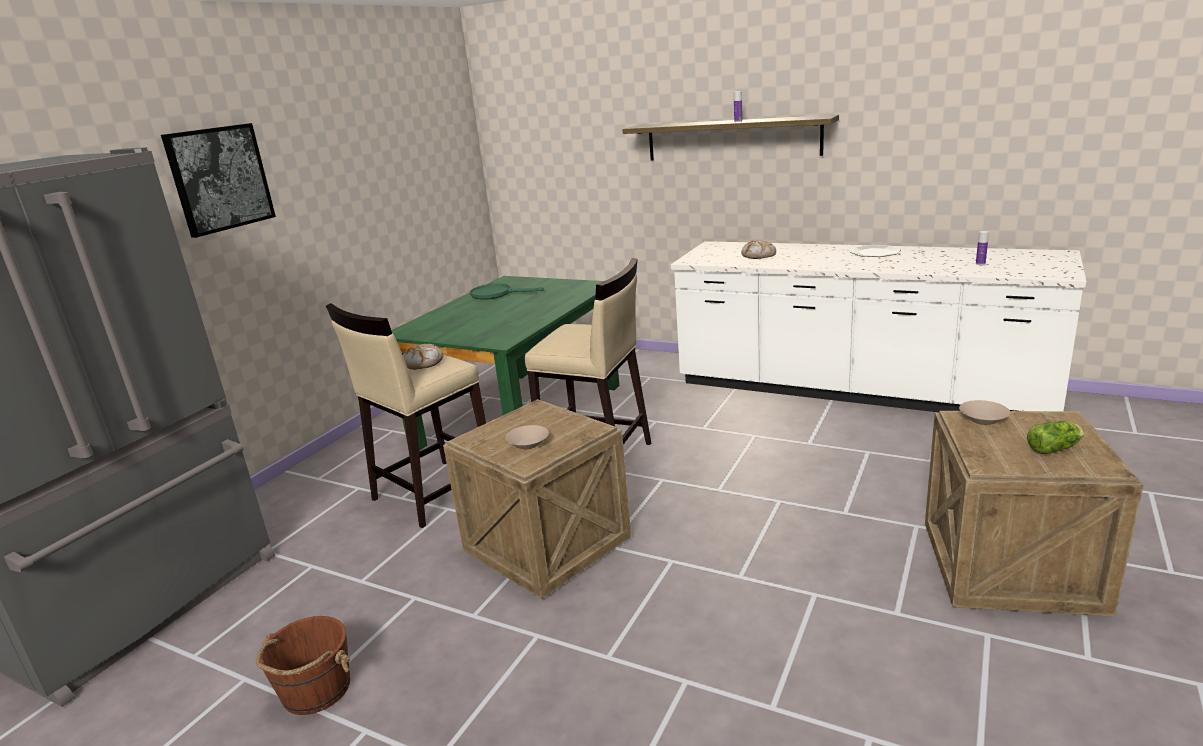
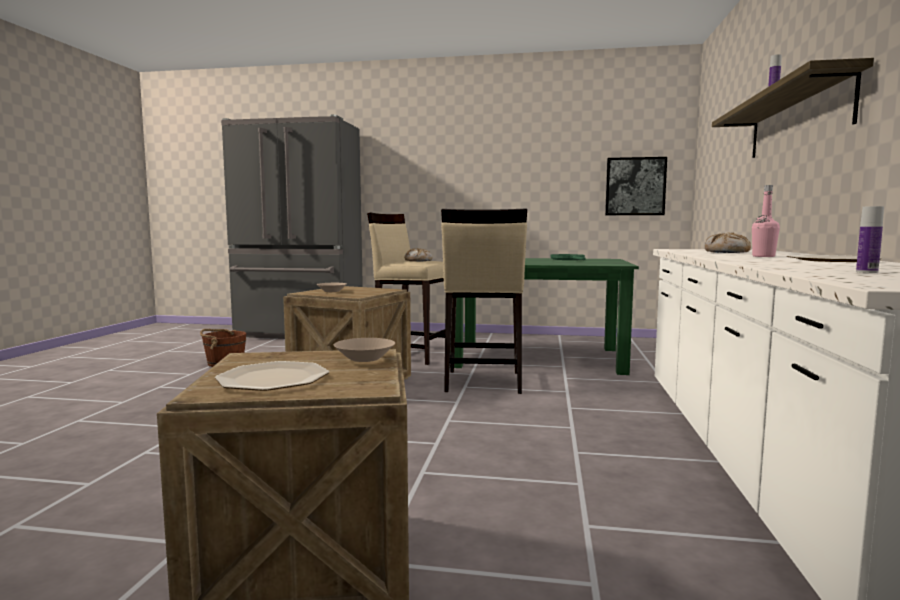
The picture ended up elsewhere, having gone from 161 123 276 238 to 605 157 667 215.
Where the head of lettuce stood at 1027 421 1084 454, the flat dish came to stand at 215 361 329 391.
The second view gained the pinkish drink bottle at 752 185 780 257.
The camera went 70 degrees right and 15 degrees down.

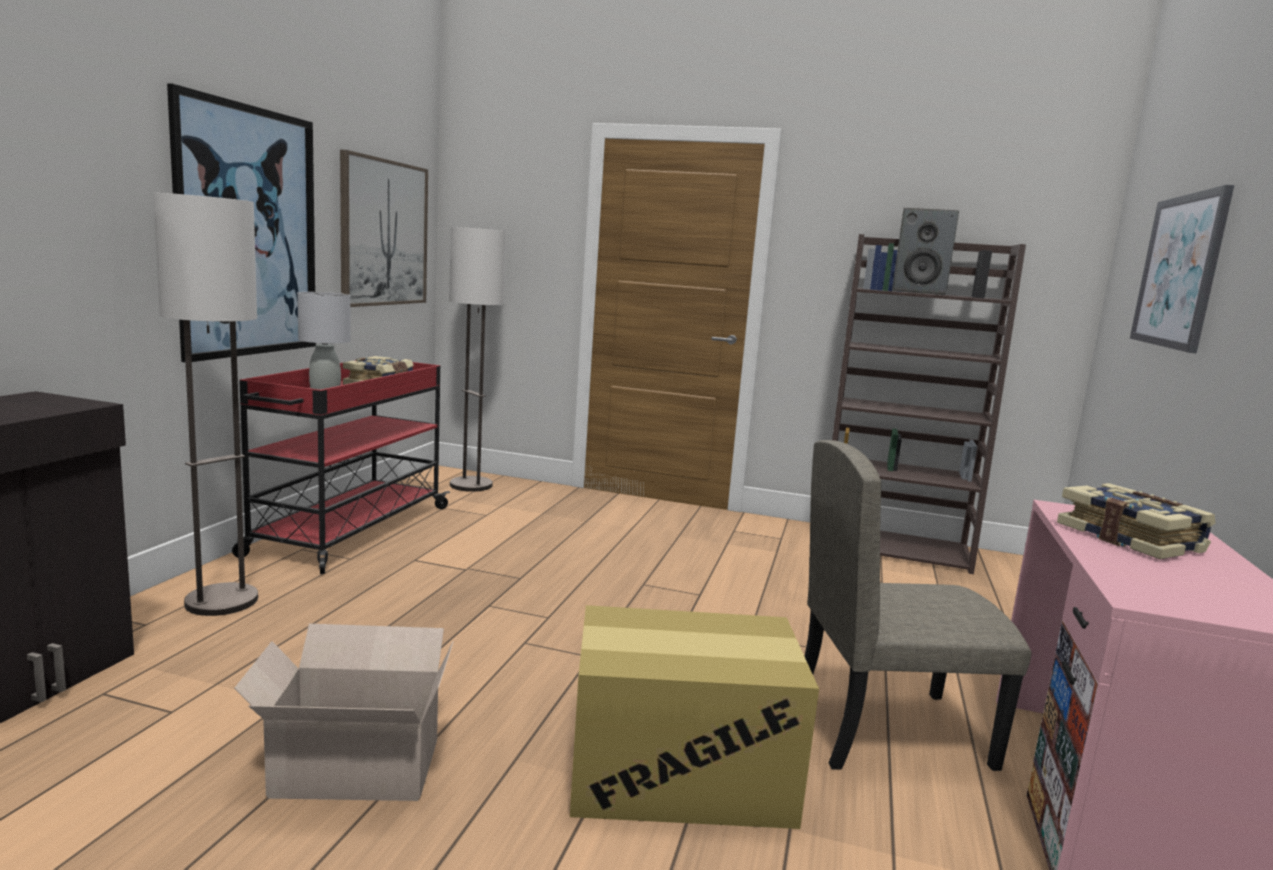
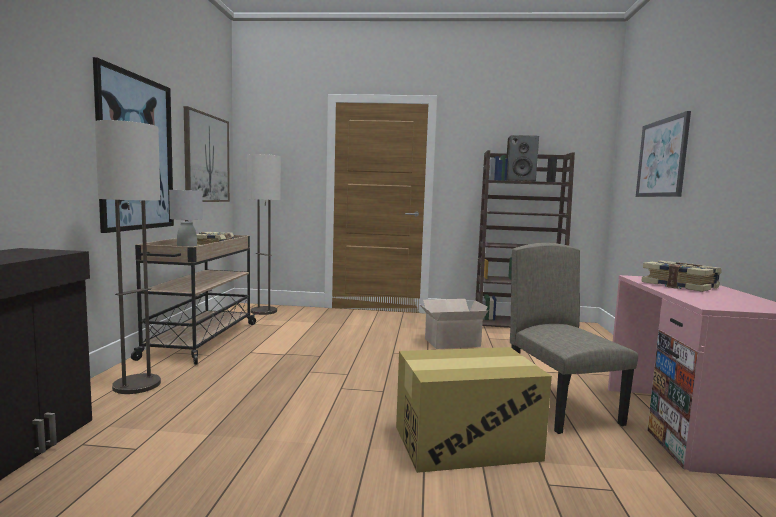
What was the red-coloured wheeled cart at 232 360 451 574 turned into the beige wheeled cart at 131 235 257 365.
The beige plain chair at 805 440 1031 771 ended up facing another way, 90 degrees clockwise from before.
The carton ended up elsewhere, having gone from 234 624 454 801 to 419 299 488 349.
The camera went 10 degrees left and 5 degrees down.

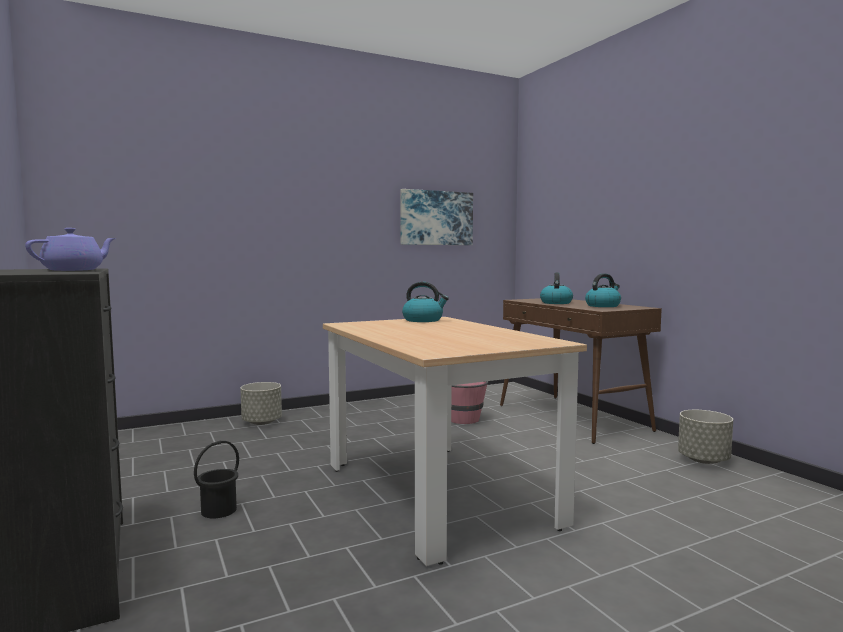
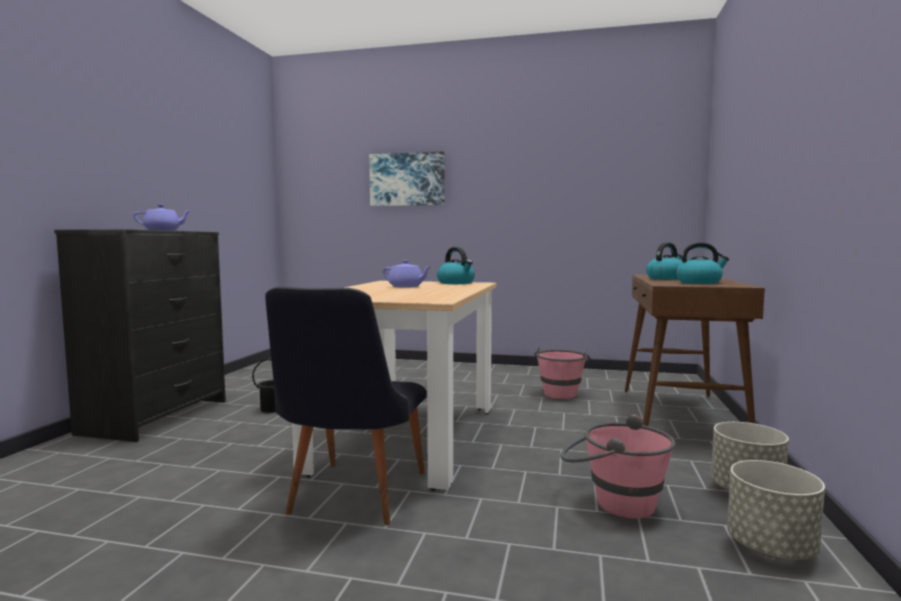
The picture ended up elsewhere, having gone from 400 189 473 245 to 369 151 444 206.
The greyish plant pot ended up elsewhere, having gone from 240 382 282 425 to 727 460 825 560.
The second view gained the purple tea pot at 383 260 432 288.
The second view gained the black-coloured plain chair at 265 287 426 525.
The second view gained the pinkish pail at 560 414 676 519.
The camera went 40 degrees right and 0 degrees up.

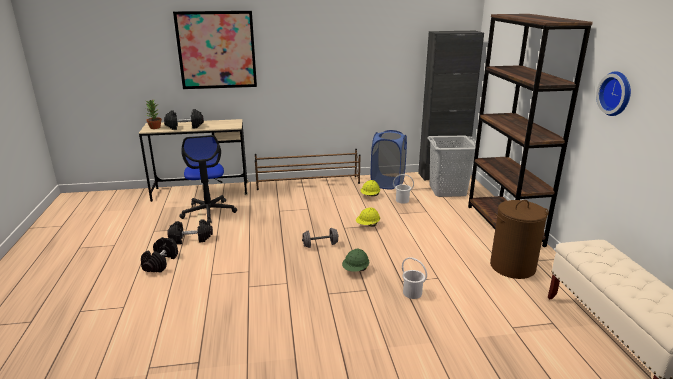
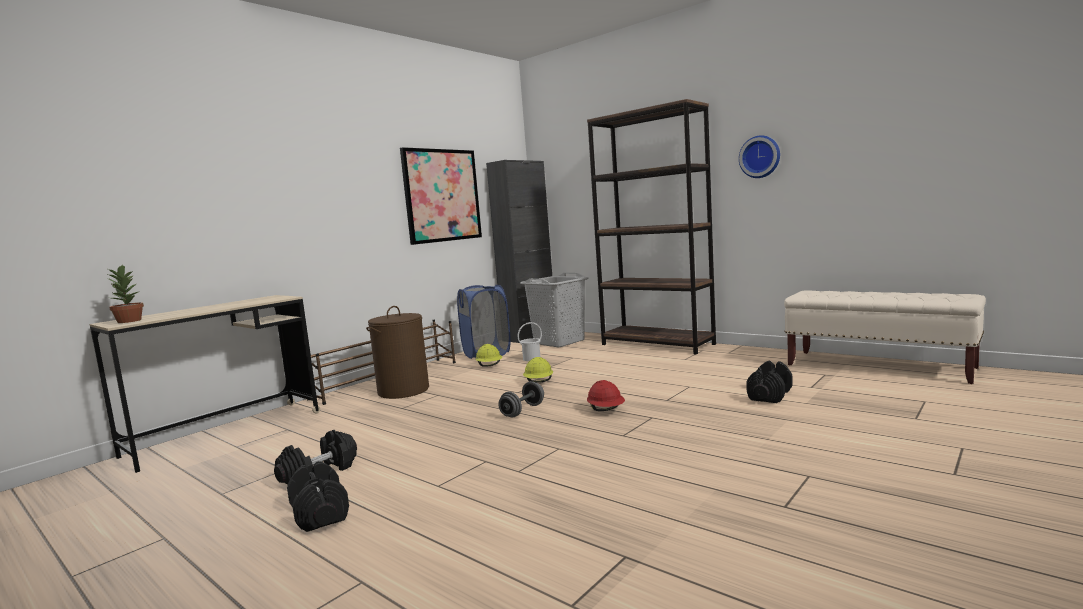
The picture ended up elsewhere, having gone from 173 11 257 89 to 400 147 482 245.
The black-coloured dumbbell ended up elsewhere, having gone from 164 109 204 130 to 746 361 793 403.
The second view lost the desk chair at 179 135 237 223.
The brown-coloured hamper ended up elsewhere, having gone from 490 200 549 279 to 366 306 429 399.
What was the green-coloured hard hat at 342 249 369 272 turned into the red-coloured hard hat at 587 380 625 411.
The second view lost the white pail at 402 257 427 299.
The camera went 40 degrees left and 15 degrees down.

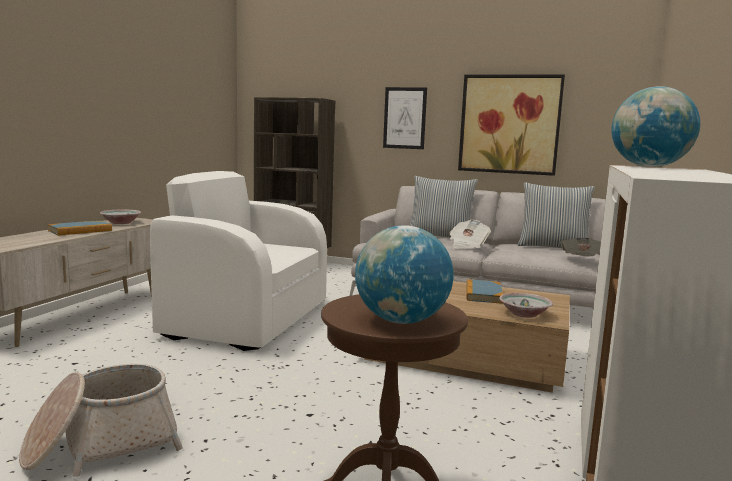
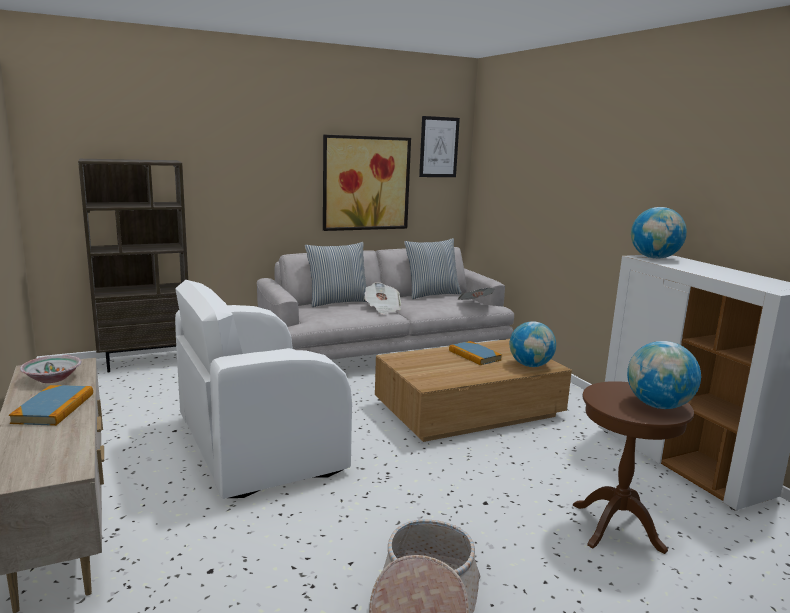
The picture ended up elsewhere, having gone from 383 87 427 149 to 419 116 460 177.
Where the serving bowl stood at 499 293 553 318, the desk globe came to stand at 510 321 556 367.
The camera went 45 degrees left and 5 degrees up.

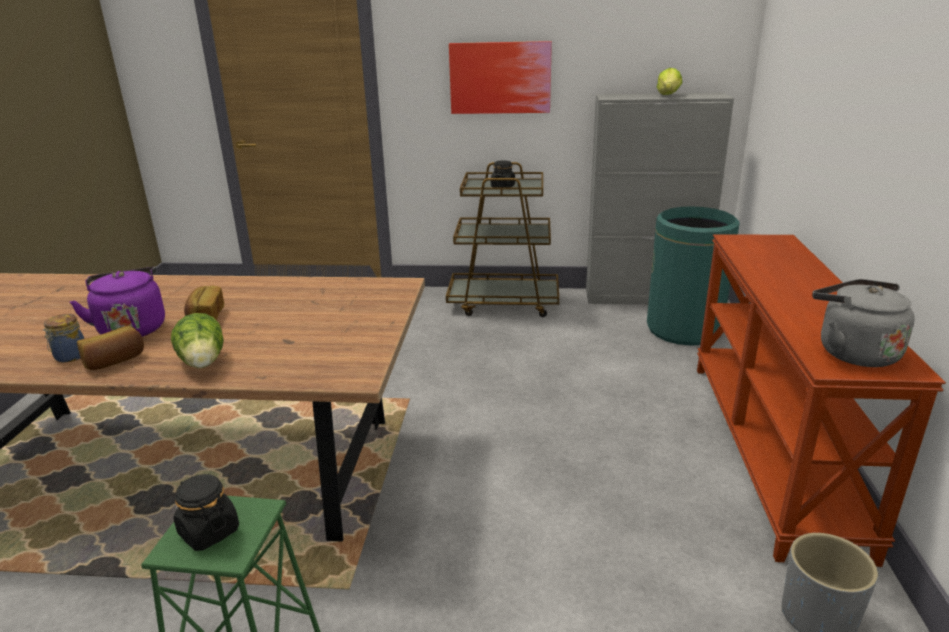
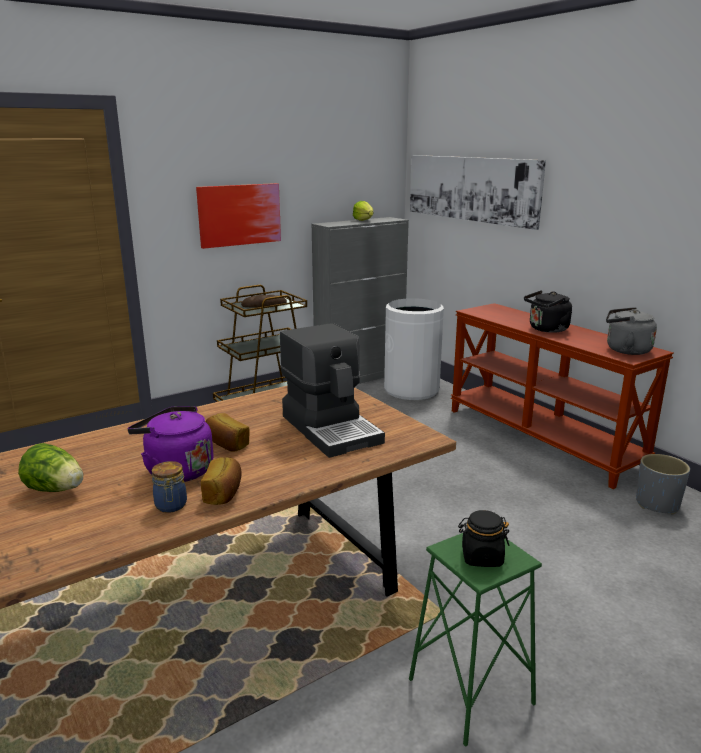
Where the black-coloured storage jar stood at 491 160 515 188, the bread came to stand at 241 295 287 308.
What was the green-coloured trash can at 647 206 740 346 turned into the white trash can at 384 298 444 400.
The head of lettuce ended up elsewhere, having gone from 171 313 224 368 to 18 443 83 492.
The second view gained the picture at 410 155 546 230.
The second view gained the black-coloured tea kettle at 524 290 572 333.
The second view gained the coffee machine at 280 323 385 458.
The camera went 40 degrees left and 5 degrees down.

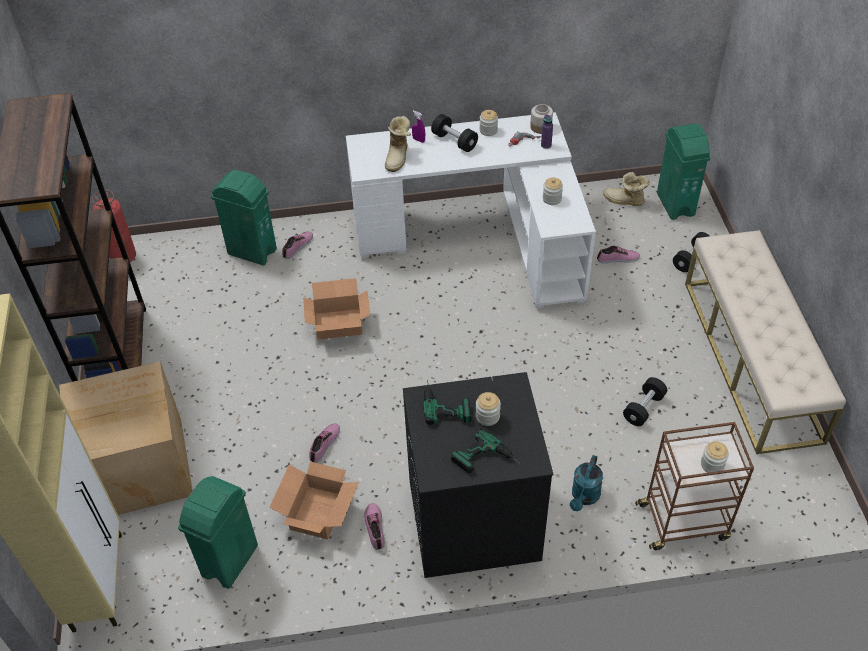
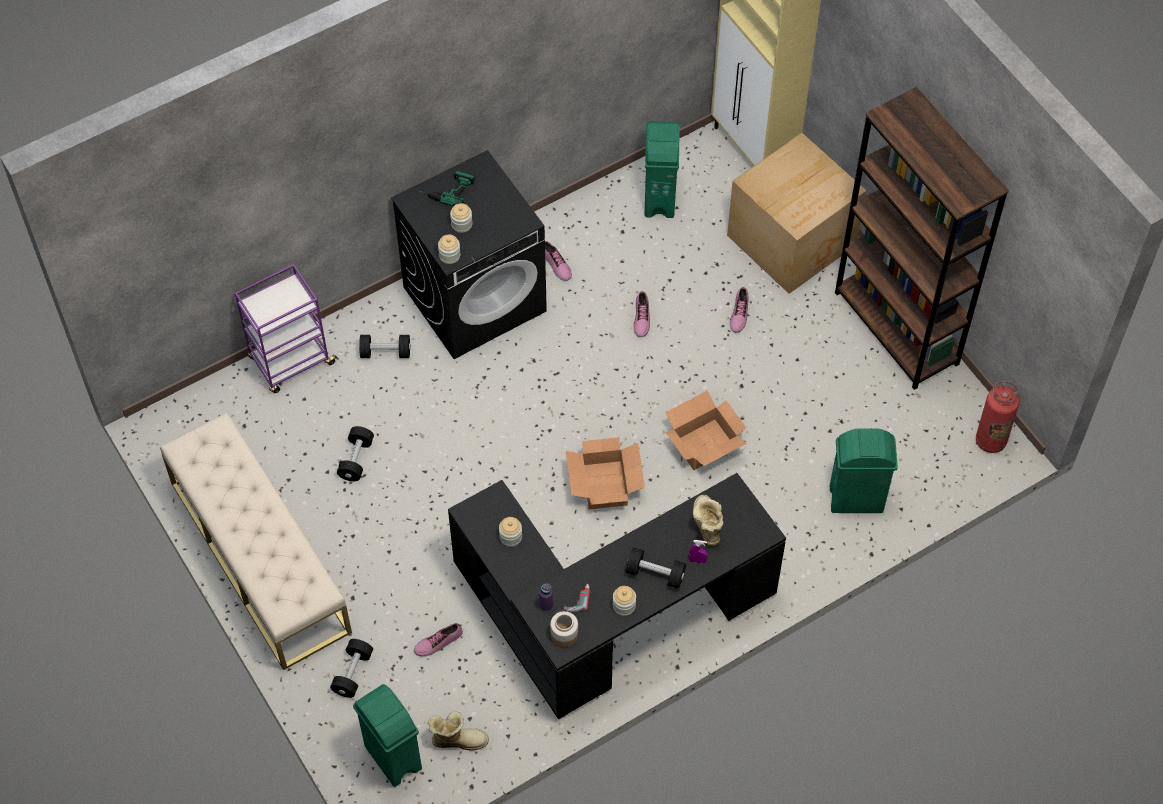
What was the white desk table at 346 112 596 309 turned into the black-coloured desk table at 448 473 786 719.
The shoe ended up elsewhere, having gone from 282 231 313 259 to 730 287 749 333.
The second view lost the drill at 423 380 471 425.
What was the brown-coloured wheeled cart at 635 422 754 550 turned into the purple wheeled cart at 235 264 338 393.
The storage jar ended up elsewhere, having gone from 701 441 729 473 to 438 235 460 264.
Where the blue-green watering can stood at 570 455 603 511, the black-coloured dumbbell came to stand at 359 335 411 358.
The carton ended up elsewhere, having gone from 269 462 359 539 to 566 437 645 509.
The camera went 155 degrees right and 10 degrees up.

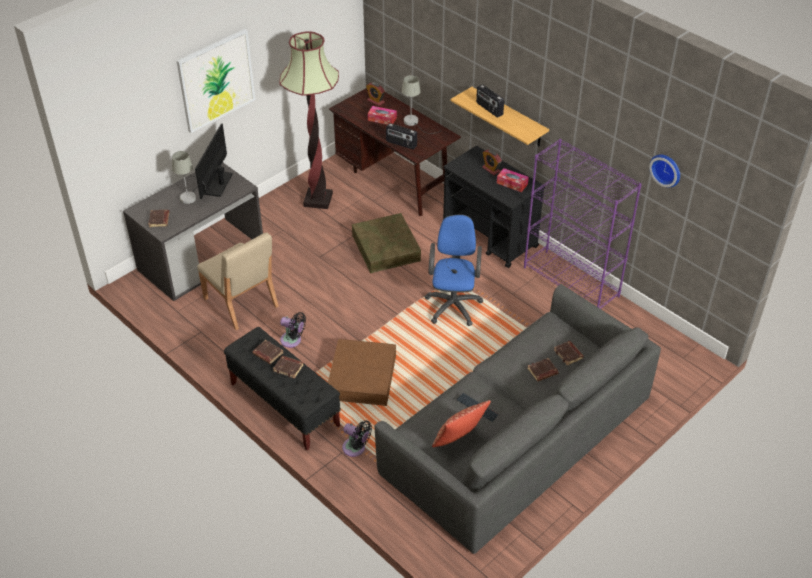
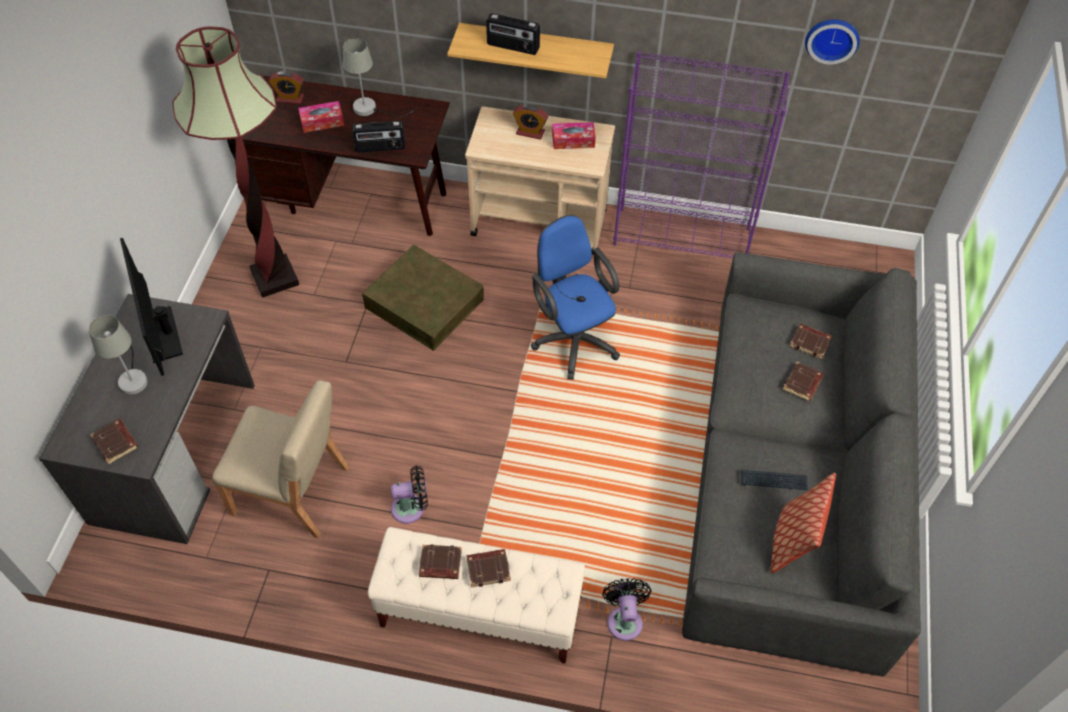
The second view lost the picture at 177 29 255 133.
What was the black-coloured wheeled cart at 443 146 545 268 turned into the beige wheeled cart at 465 107 615 254.
What was the black-coloured long seat at 224 327 341 450 turned into the beige long seat at 368 527 585 663.
The second view lost the brown-coloured storage bin at 328 339 396 406.
The black-coloured cooling fan at 342 420 372 457 ended up facing another way, 90 degrees counterclockwise from before.
The camera went 35 degrees left and 10 degrees up.

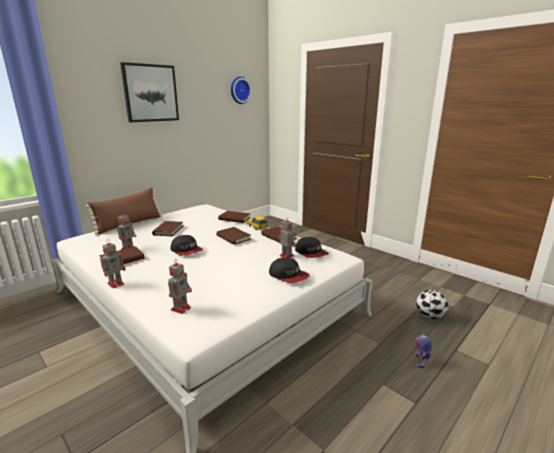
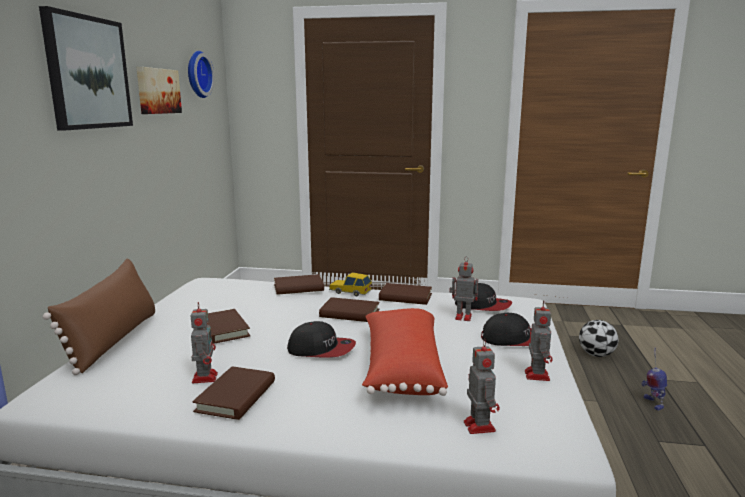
The robot figure ended up elsewhere, having gone from 100 239 125 288 to 525 300 553 381.
The second view gained the picture at 136 67 182 114.
The second view gained the red-coloured cushion at 362 308 448 396.
The camera went 35 degrees left and 5 degrees down.

